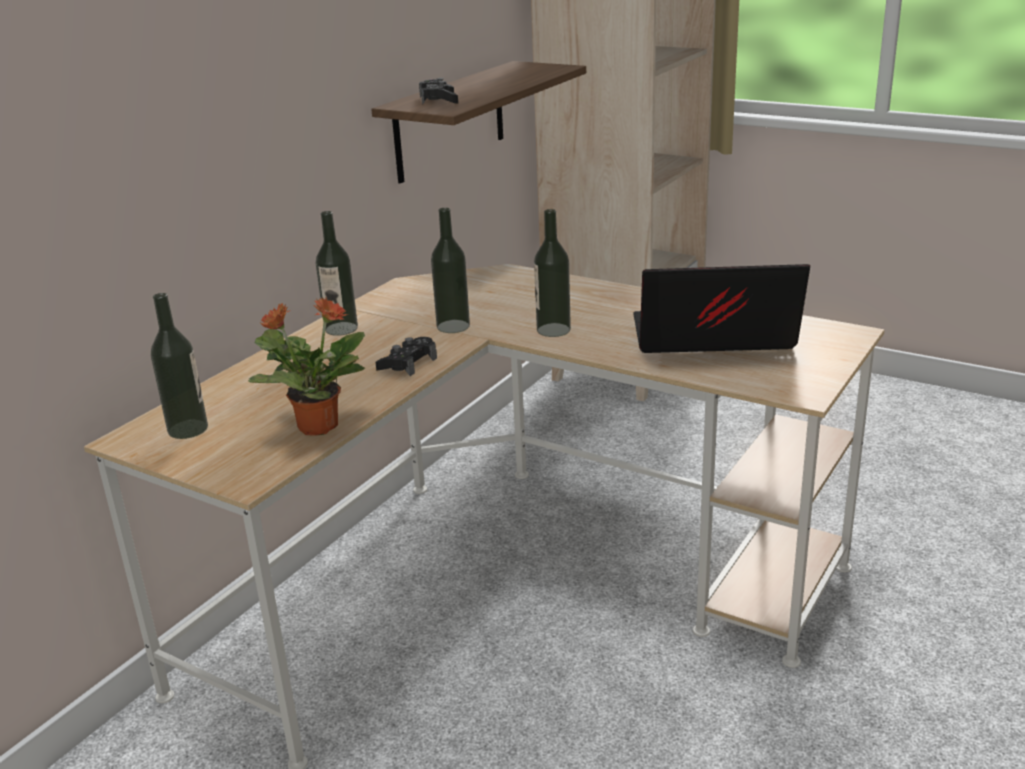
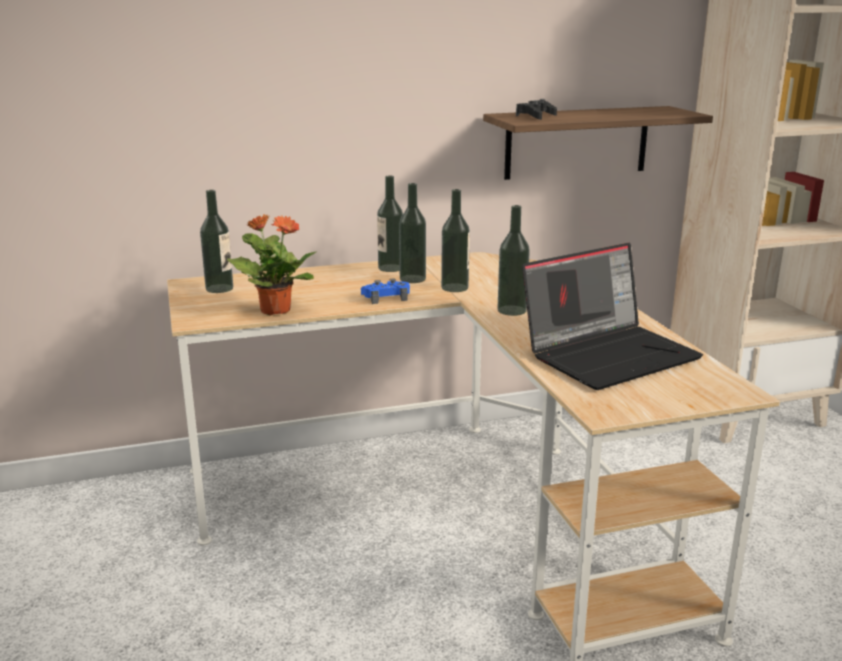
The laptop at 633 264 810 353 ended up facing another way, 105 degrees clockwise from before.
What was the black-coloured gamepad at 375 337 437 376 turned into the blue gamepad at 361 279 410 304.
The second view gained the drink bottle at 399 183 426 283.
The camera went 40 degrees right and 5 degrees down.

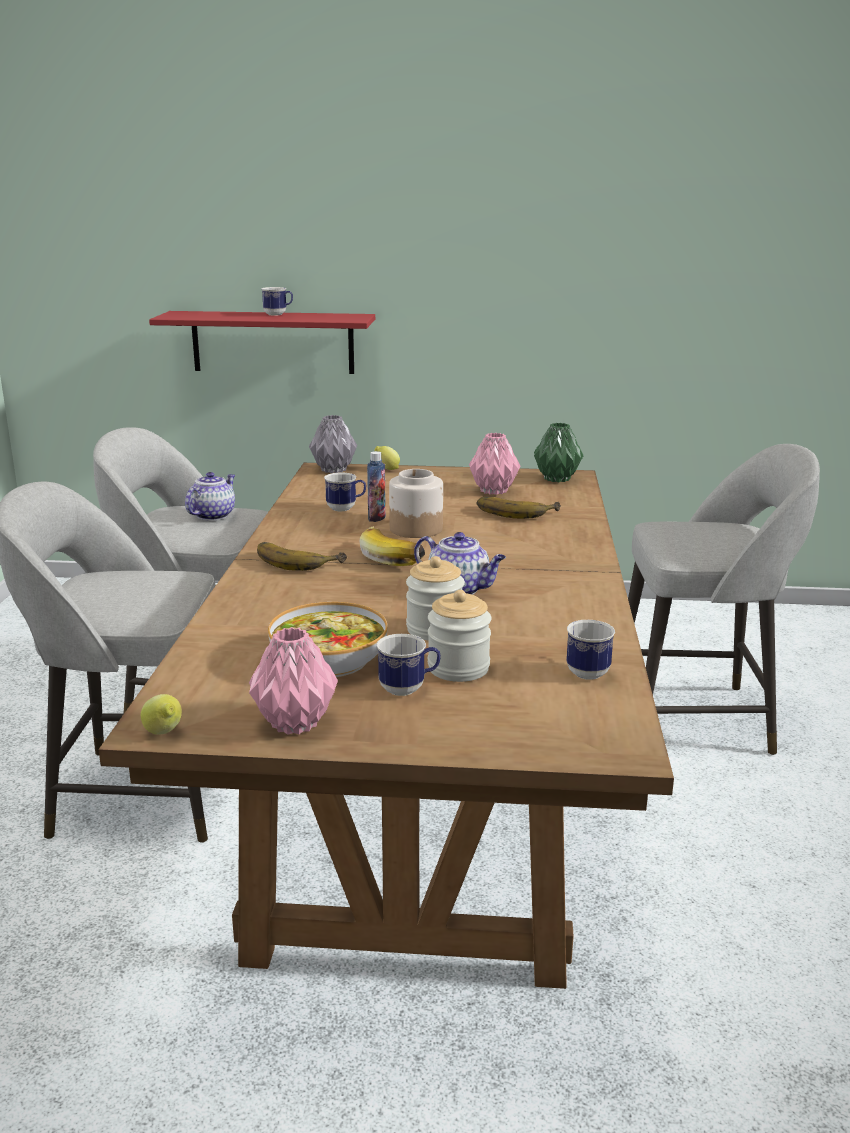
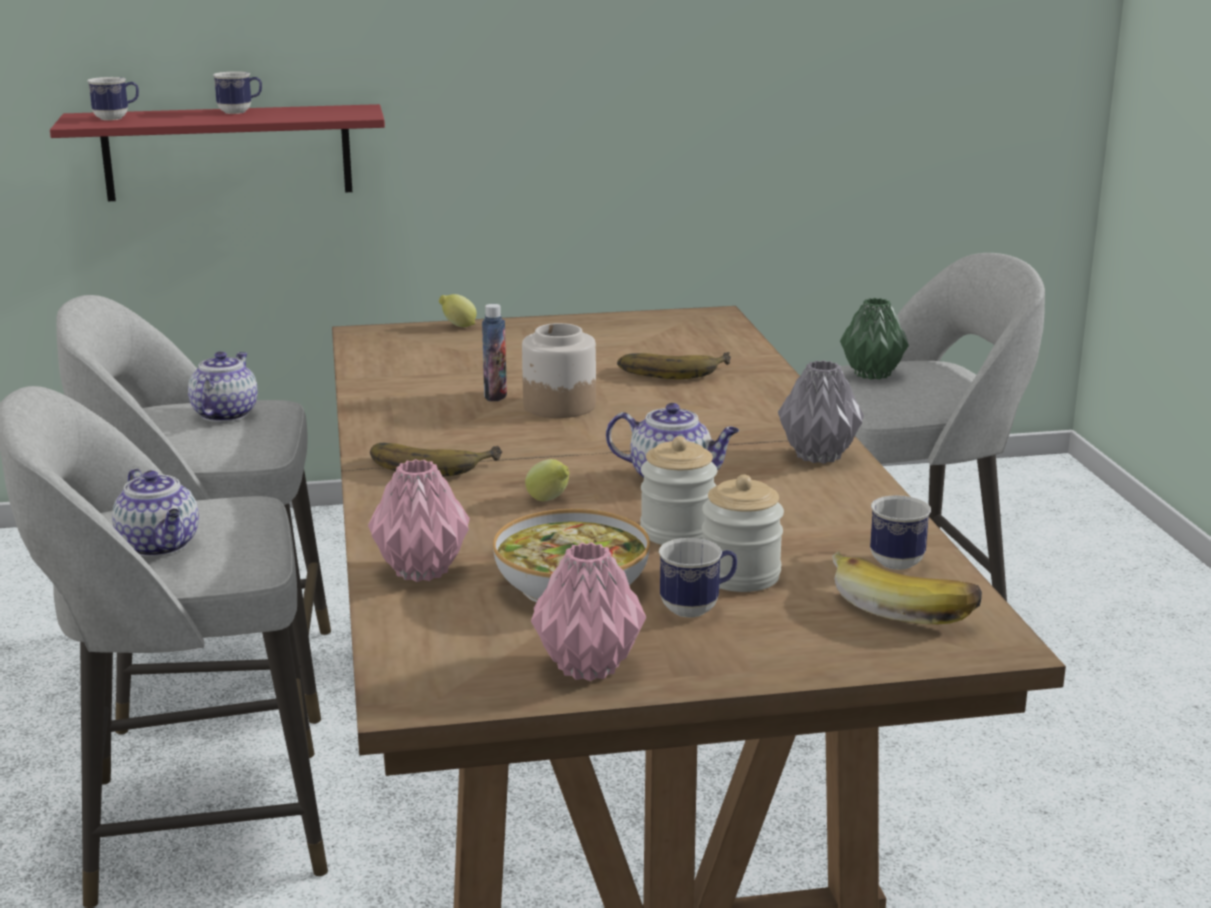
The greyish flower vase ended up elsewhere, having gone from 309 415 357 473 to 778 360 864 464.
The green-coloured flower vase ended up elsewhere, having gone from 534 423 583 482 to 840 298 909 380.
The pinkish flower vase ended up elsewhere, having gone from 469 433 520 495 to 368 459 470 582.
The coffee mug ended up elsewhere, having gone from 324 473 366 511 to 87 77 139 120.
The banana fruit ended up elsewhere, having gone from 360 526 425 566 to 832 551 982 624.
The lemon ended up elsewhere, having gone from 141 694 182 735 to 525 459 570 501.
The second view gained the tea pot at 112 469 199 557.
The camera went 15 degrees left and 0 degrees up.

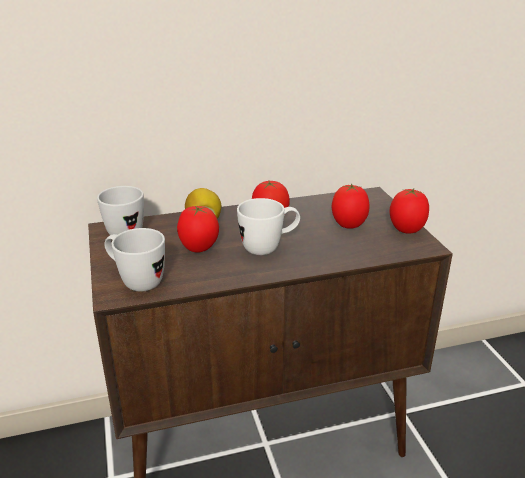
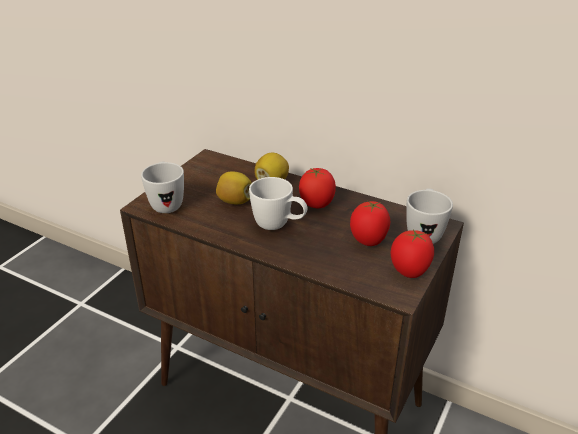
The white coffee mug ended up elsewhere, having gone from 97 186 144 235 to 406 188 453 244.
Where the tomato stood at 177 206 219 253, the lemon came to stand at 216 171 252 204.
The camera went 45 degrees right and 5 degrees up.

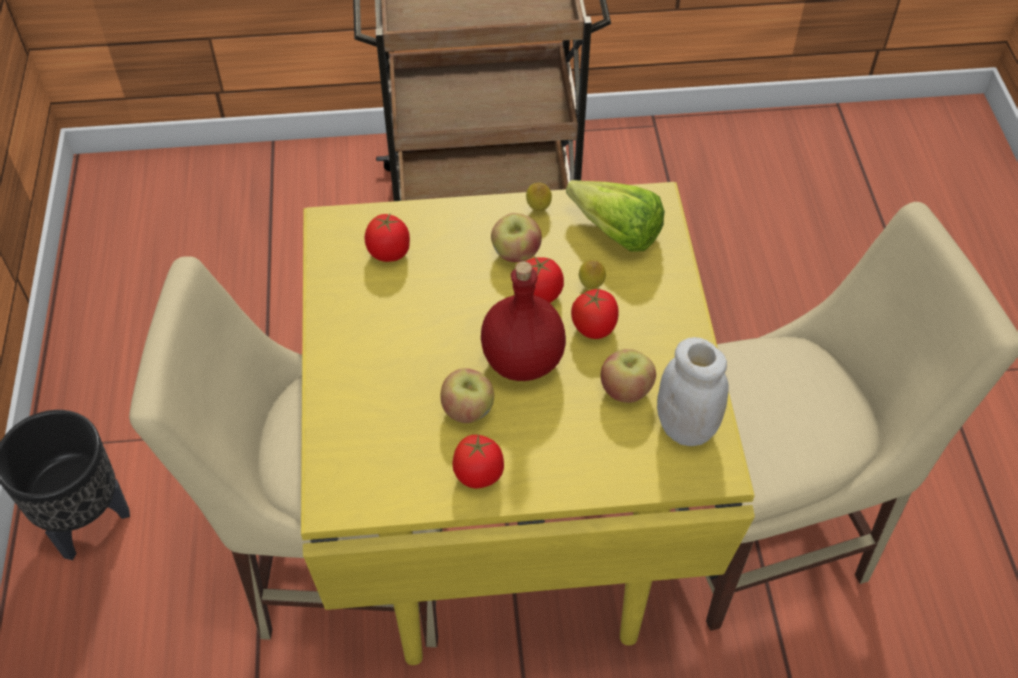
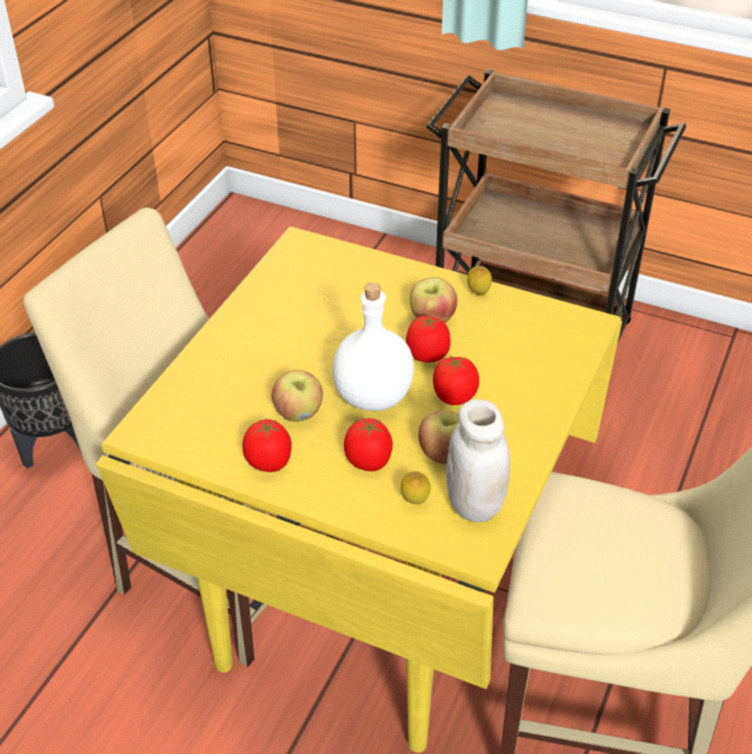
The second view lost the head of lettuce at 566 180 665 252.
The tomato ended up elsewhere, having gone from 364 214 410 262 to 344 418 393 471.
The lemon ended up elsewhere, having gone from 579 260 606 289 to 401 471 431 504.
What was the red-coloured drink bottle at 481 261 566 381 turned into the white drink bottle at 333 283 414 411.
The camera went 30 degrees right and 10 degrees down.

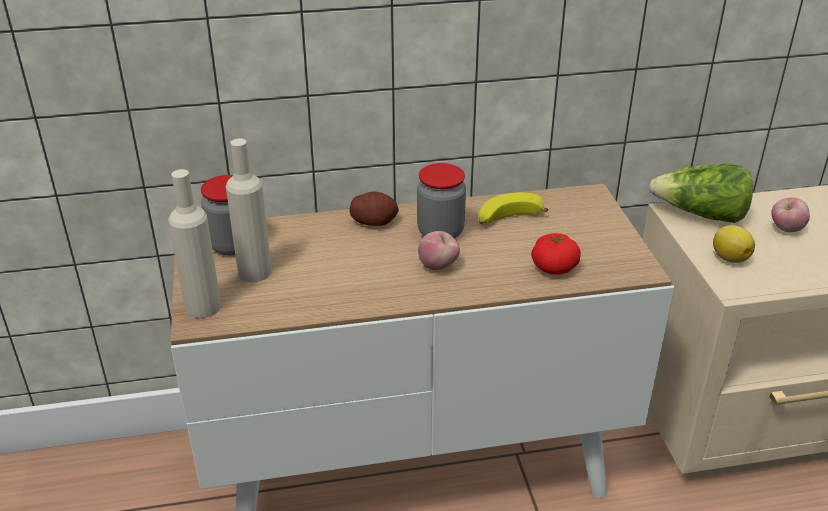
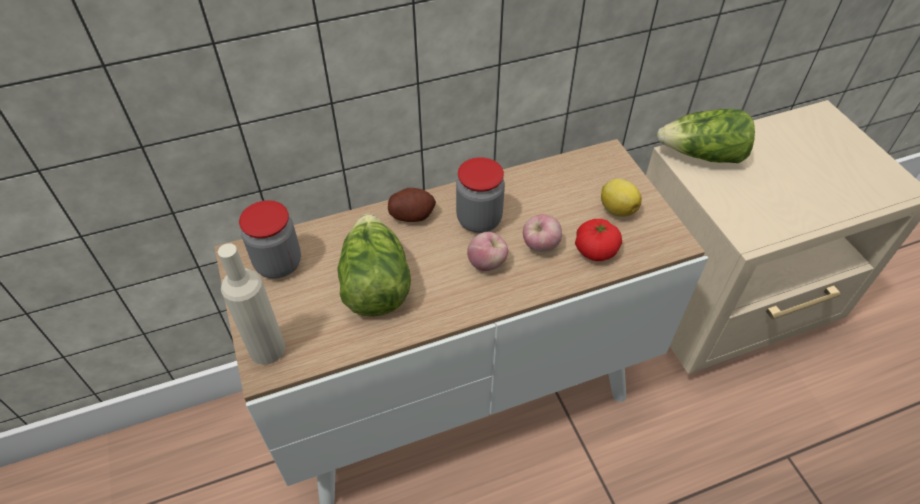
The second view lost the beige drink bottle at 226 138 272 282.
The second view lost the banana fruit at 479 193 548 224.
The apple ended up elsewhere, having gone from 771 197 810 232 to 523 214 562 252.
The lemon ended up elsewhere, having gone from 713 225 755 263 to 601 179 642 217.
The second view gained the head of lettuce at 337 214 411 317.
The camera went 10 degrees left and 15 degrees up.

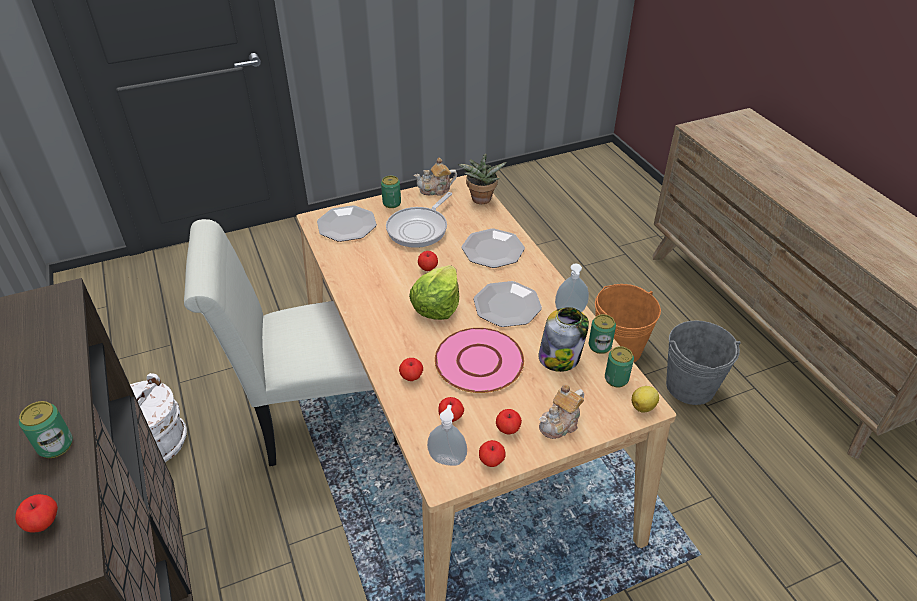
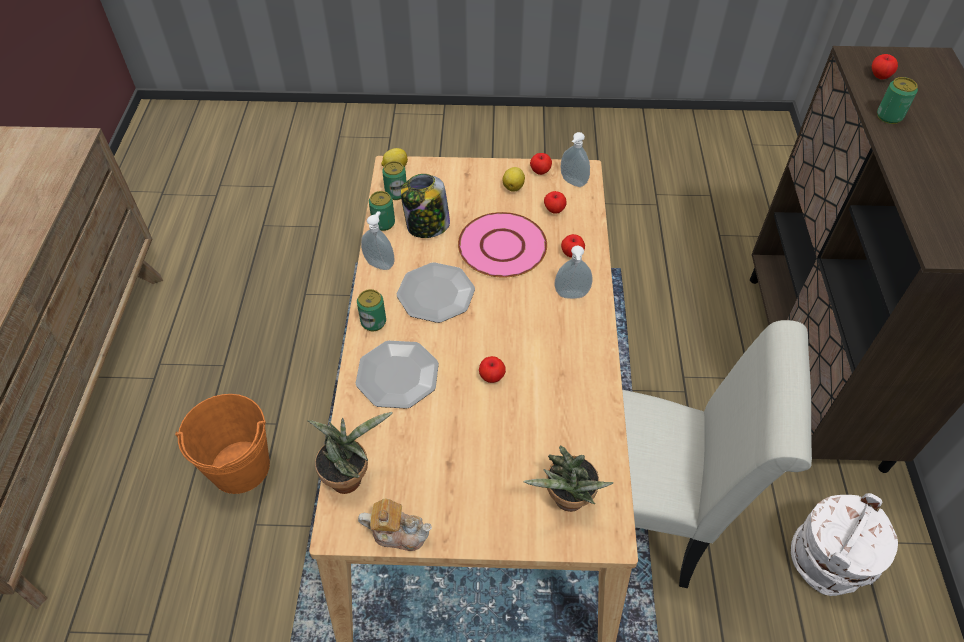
The sealed can ended up elsewhere, having gone from 381 176 401 208 to 357 289 386 331.
The second view lost the pan at 386 192 452 248.
Where the flat dish stood at 317 206 377 242, the potted plant came to stand at 523 446 613 512.
The second view lost the head of lettuce at 409 265 459 320.
The second view lost the greyish pail at 666 320 741 405.
The second view lost the tea pot at 539 384 584 439.
Where the apple stood at 496 409 522 434, the lemon came to stand at 503 167 525 192.
The second view gained the soap dispenser at 554 246 592 299.
The camera went 155 degrees left and 10 degrees up.

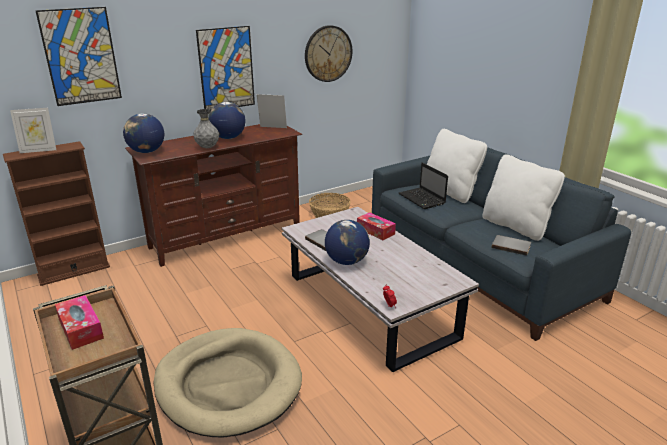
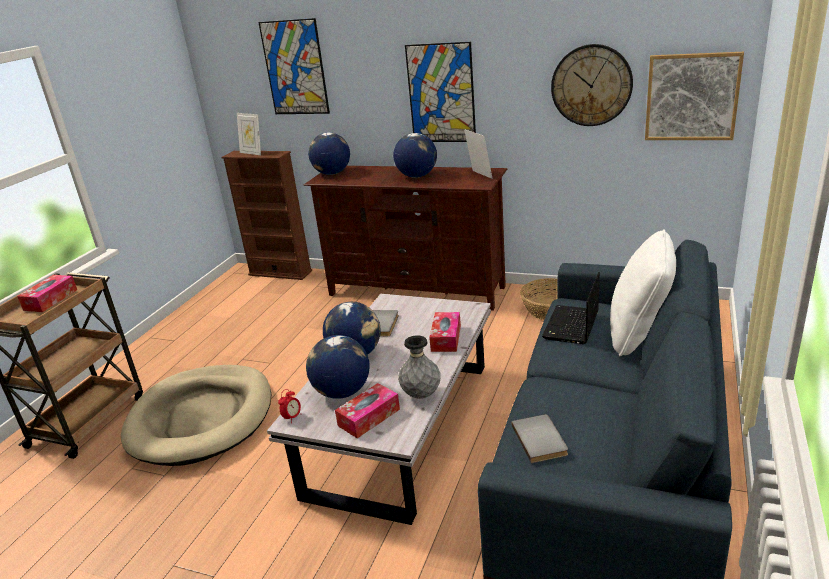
The greyish flower vase ended up elsewhere, having gone from 193 109 219 148 to 398 335 441 399.
The second view lost the white cushion at 482 154 565 241.
The second view gained the picture at 645 52 744 140.
The second view gained the desk globe at 306 335 370 399.
The second view gained the tissue holder at 335 383 400 438.
The camera went 55 degrees right and 0 degrees up.

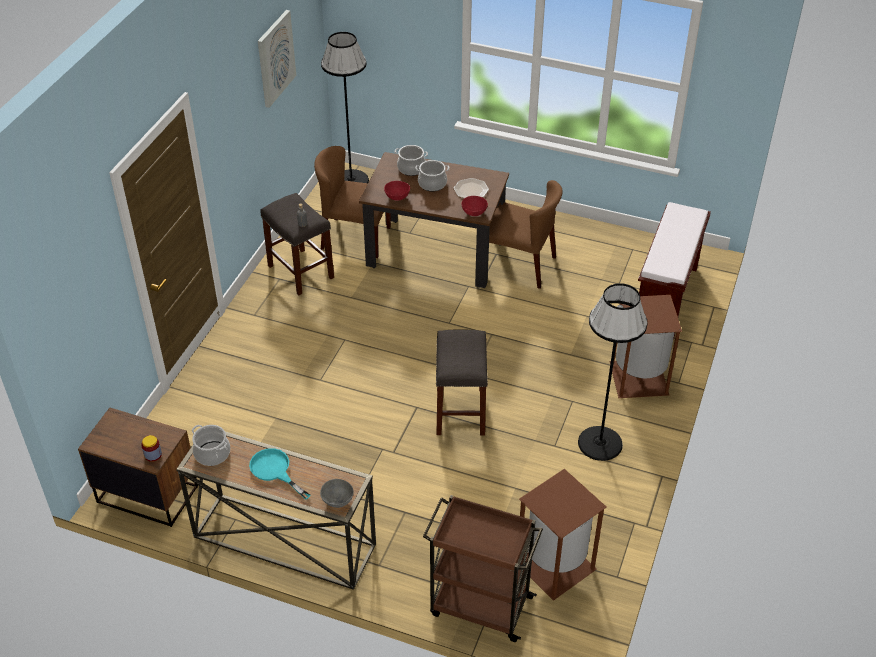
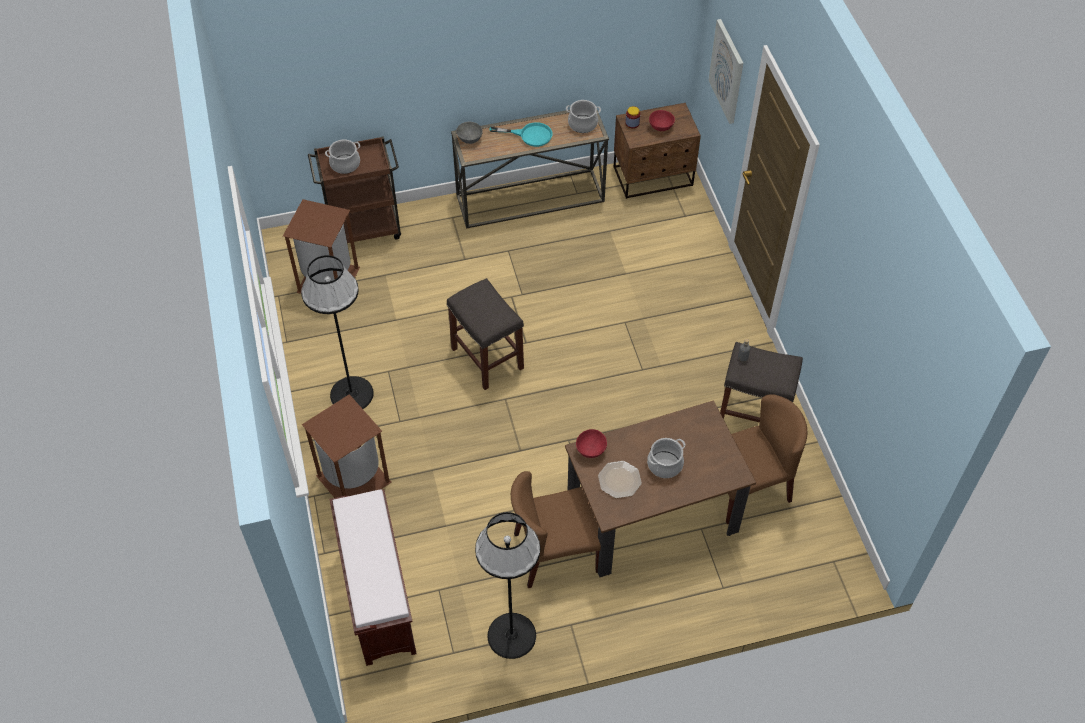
The picture ended up elsewhere, having gone from 258 10 296 108 to 709 19 743 124.
The black-coloured floor lamp ended up elsewhere, having gone from 321 32 369 183 to 475 512 540 659.
The stockpot ended up elsewhere, having gone from 395 145 428 176 to 325 139 360 174.
The red-coloured serving bowl ended up elsewhere, having gone from 384 181 410 201 to 649 110 675 131.
The camera went 145 degrees right and 10 degrees up.

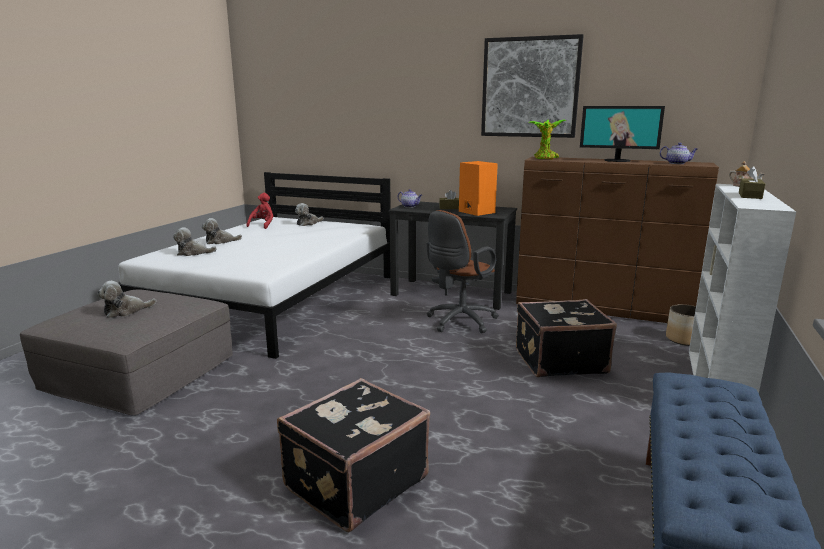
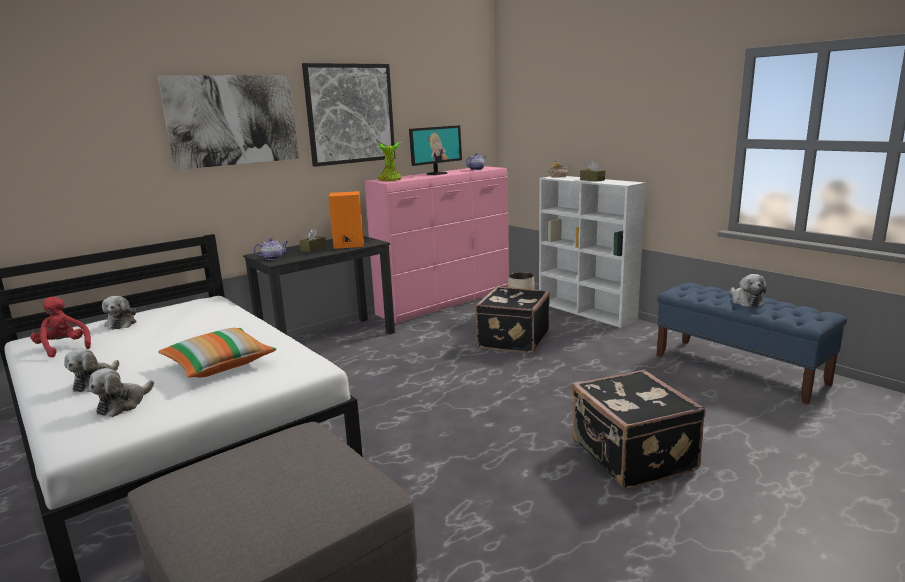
What was the brown-coloured chest of drawers at 516 157 719 323 turned into the pinkish chest of drawers at 364 166 509 323.
The second view lost the brown-coloured desk chair at 426 210 499 333.
The plush toy ended up elsewhere, having gone from 97 281 156 318 to 730 274 767 307.
The second view gained the picture at 158 75 299 170.
The second view gained the cushion at 158 328 276 378.
The camera went 60 degrees left and 0 degrees up.

